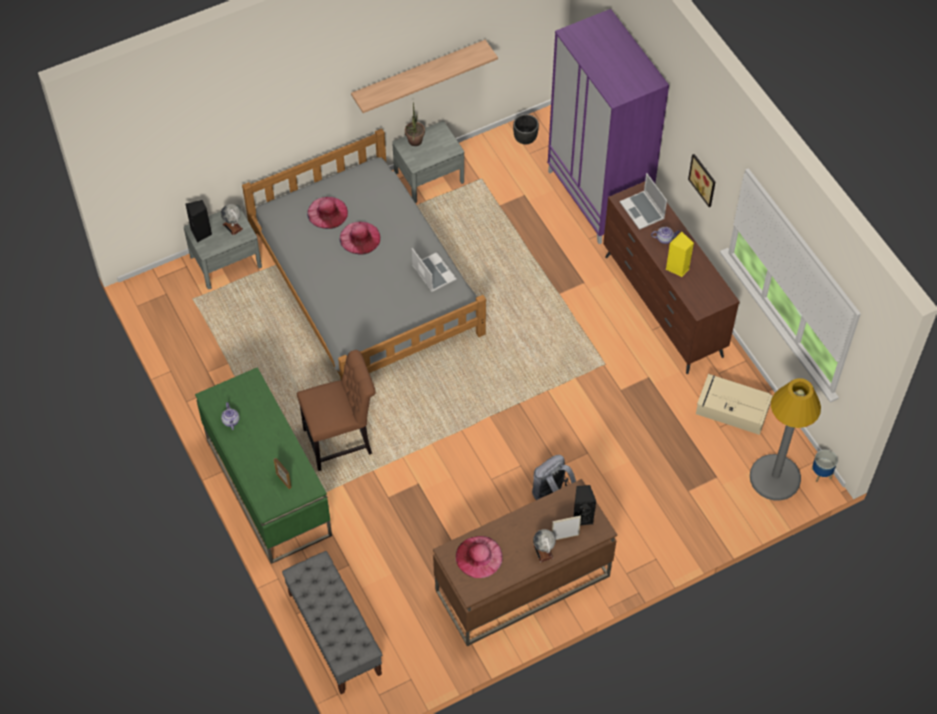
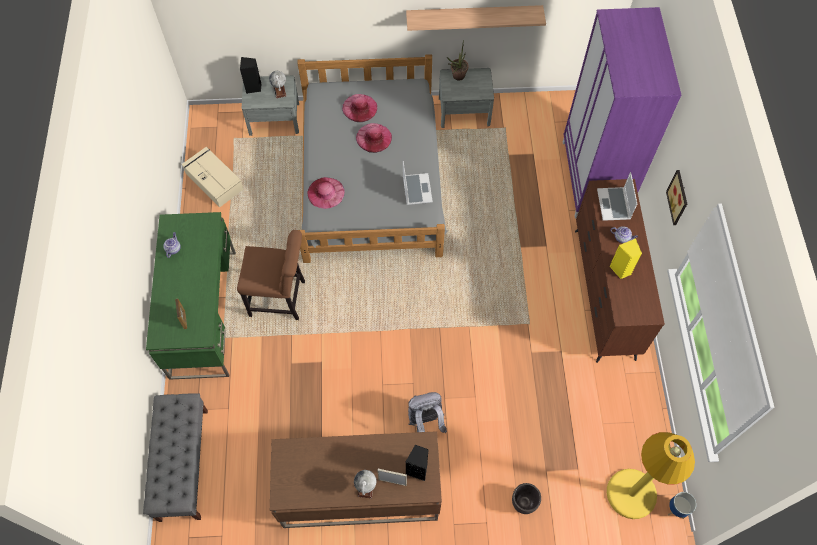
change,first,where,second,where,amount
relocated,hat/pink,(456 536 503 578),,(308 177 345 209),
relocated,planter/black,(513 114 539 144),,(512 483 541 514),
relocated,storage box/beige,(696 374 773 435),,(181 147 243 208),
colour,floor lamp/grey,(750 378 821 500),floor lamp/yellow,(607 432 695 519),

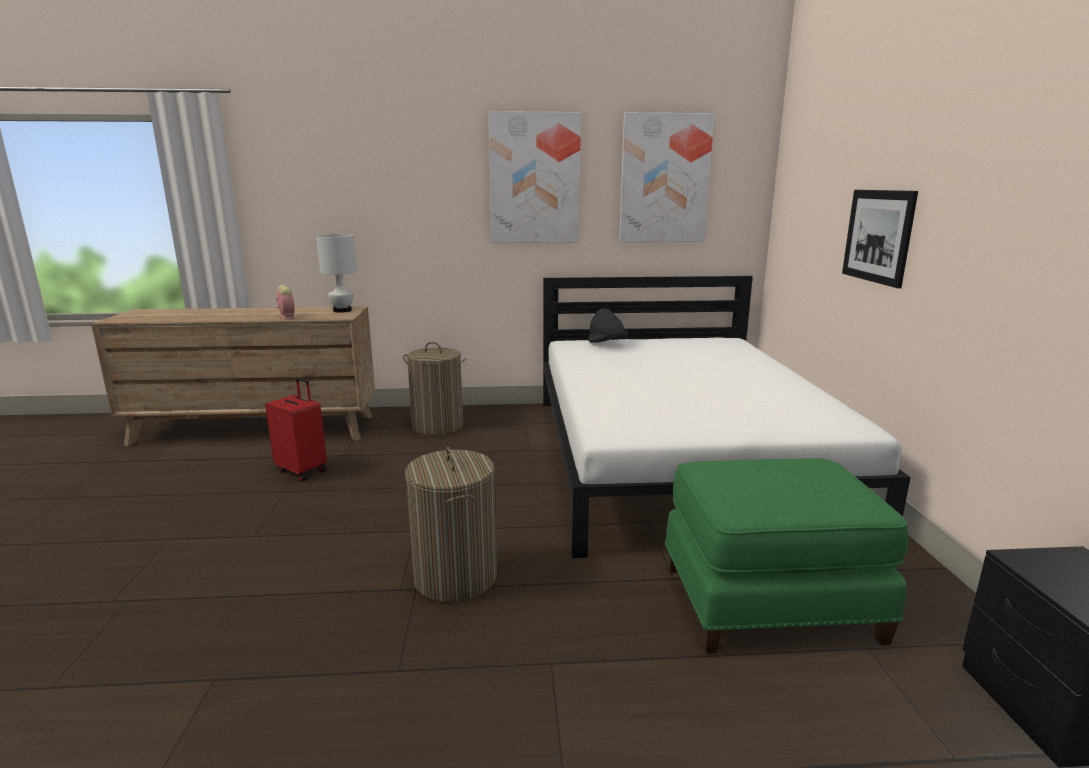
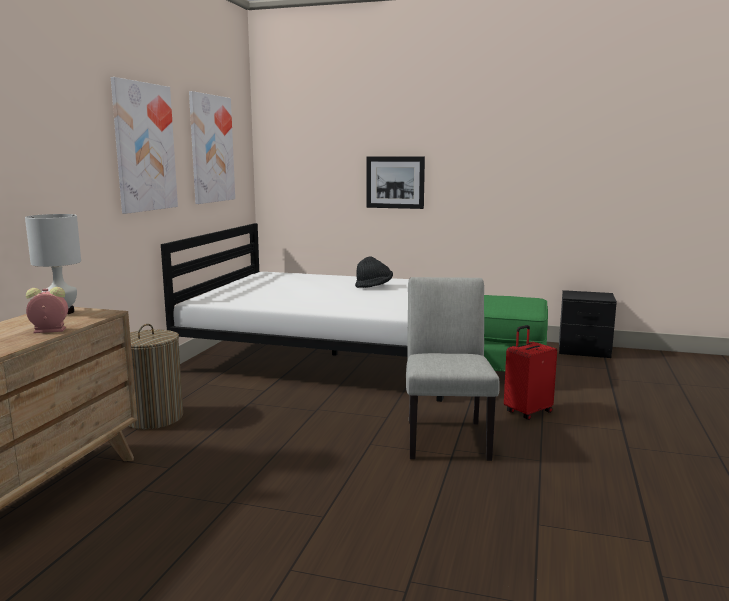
change,first,where,second,where,amount
relocated,suitcase/red,(265 377 327 481),,(504 325 557 420),
exchanged,laundry basket,(405 447 497 602),chair/grey,(406 277 500 461),
relocated,hat/black,(588 308 628 343),,(355 257 393 288),

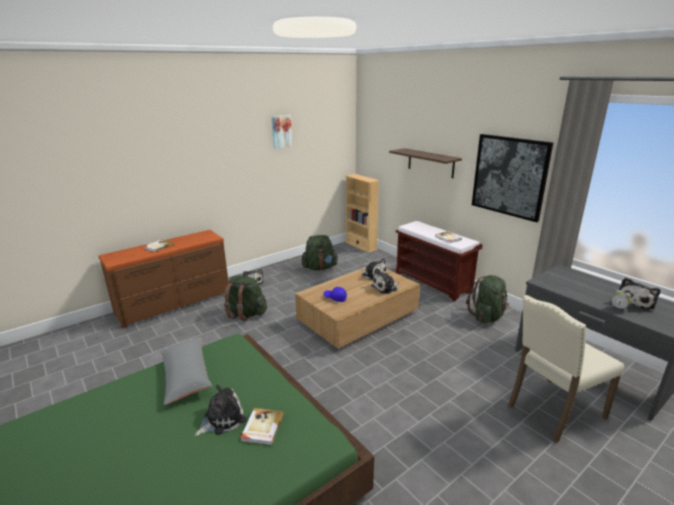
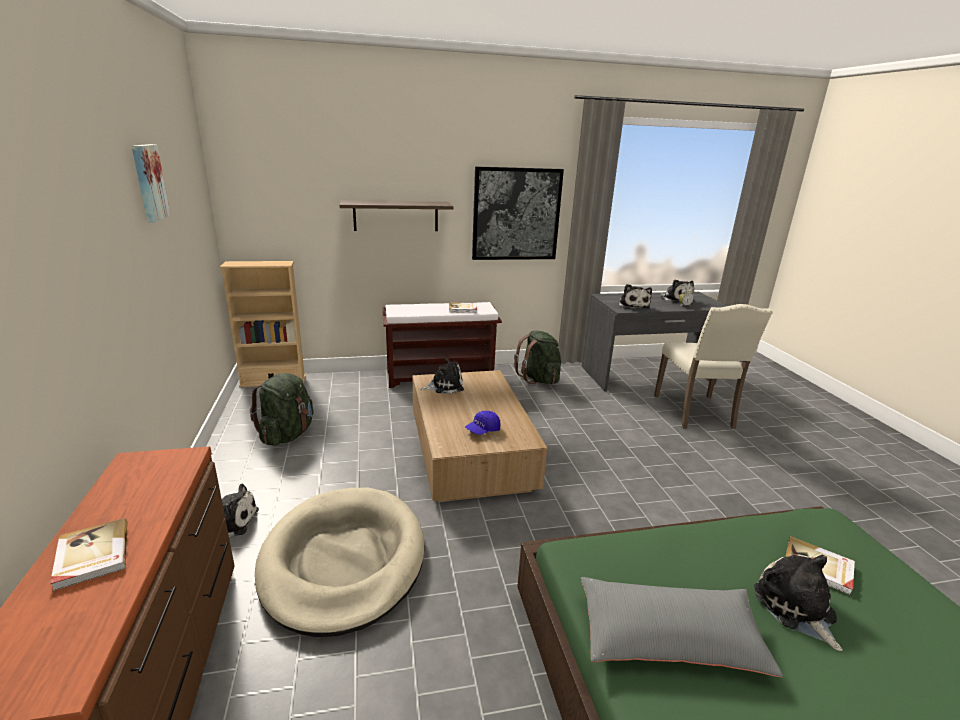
change,first,where,second,where,amount
exchanged,backpack/green,(224 276 267 321),dog bed/beige,(255 488 424 637),
relocated,plush toy,(371 268 399 294),,(618 284 652 309),

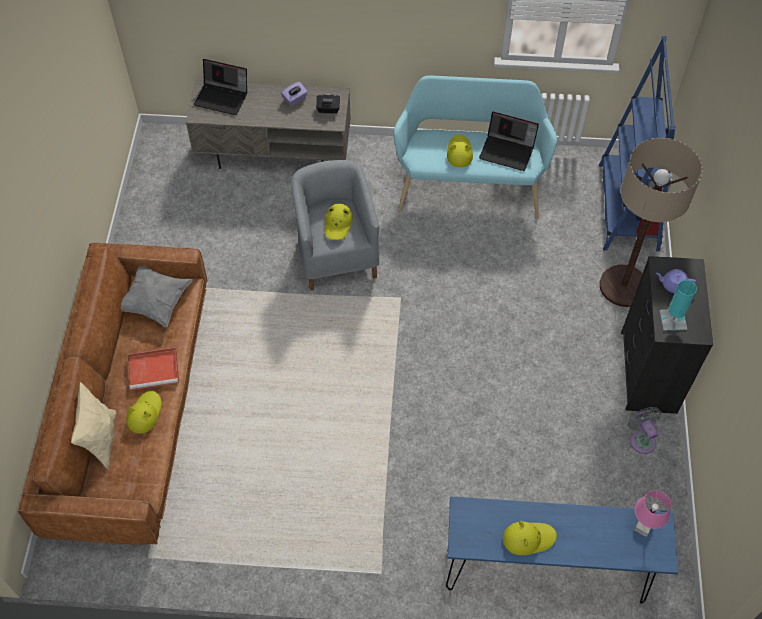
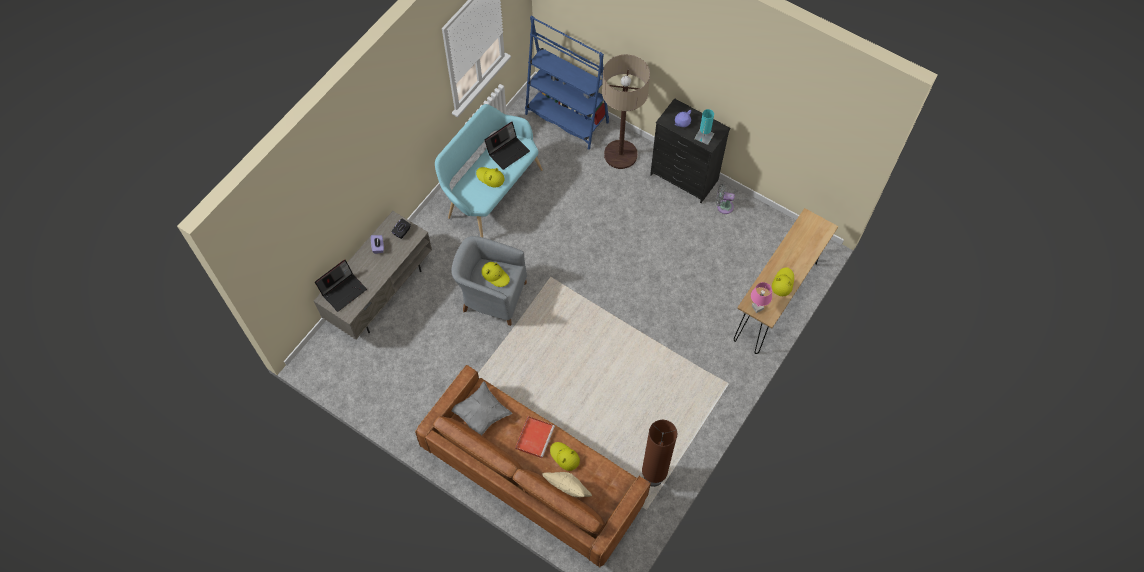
change,first,where,second,where,amount
colour,console table/blue,(446 496 678 604),console table/brown,(734 208 838 354),
relocated,table lamp/pink,(634 490 671 537),,(751 282 772 313),
appeared,,,floor lamp/brown,(642 420 677 487),

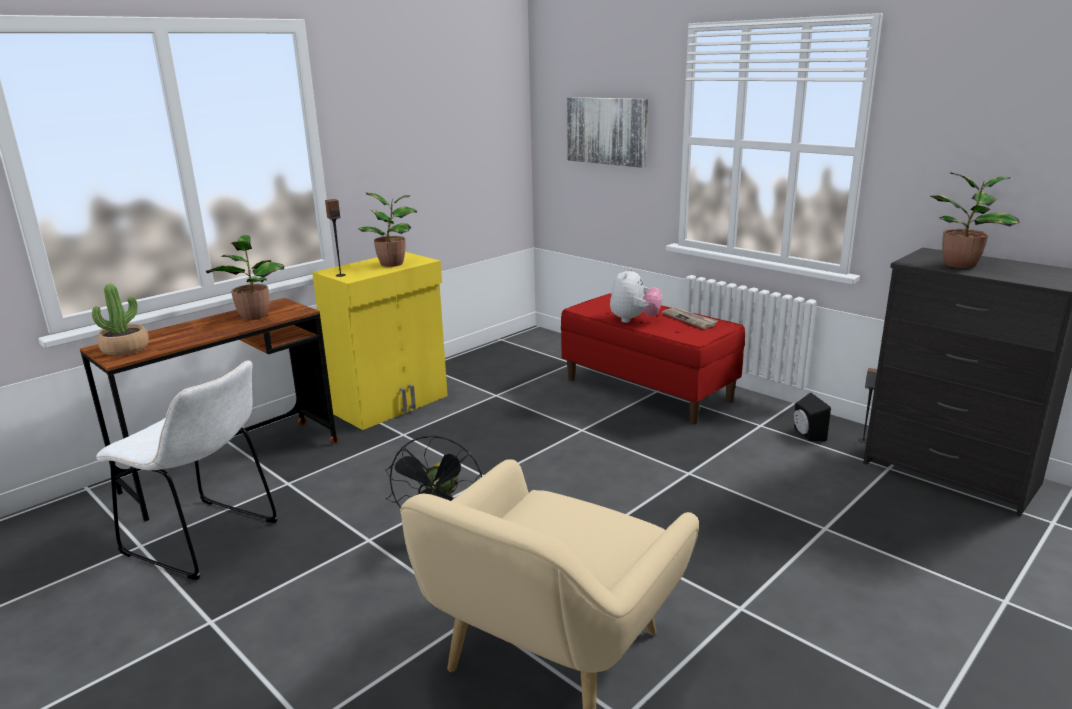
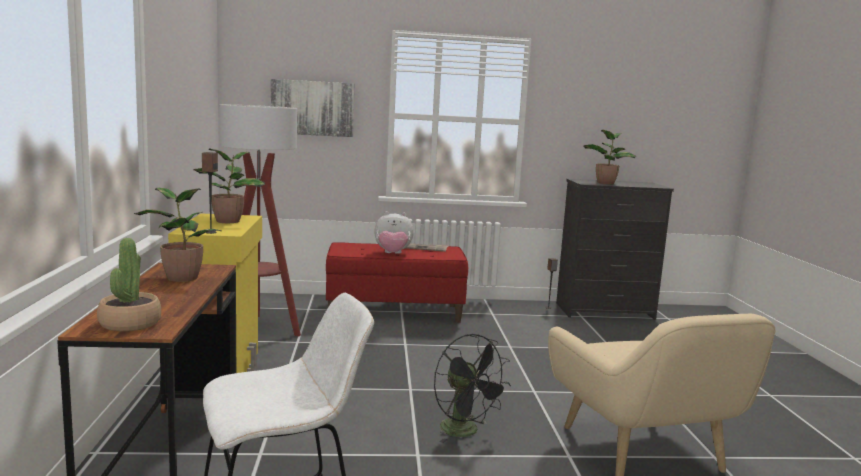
change,first,where,second,where,amount
spun,plush toy,(610 267 662 323),,(374 212 414 254),120 degrees clockwise
missing,speaker/black,(794 392 831 441),,,
appeared,,,floor lamp,(219 104 301 336),

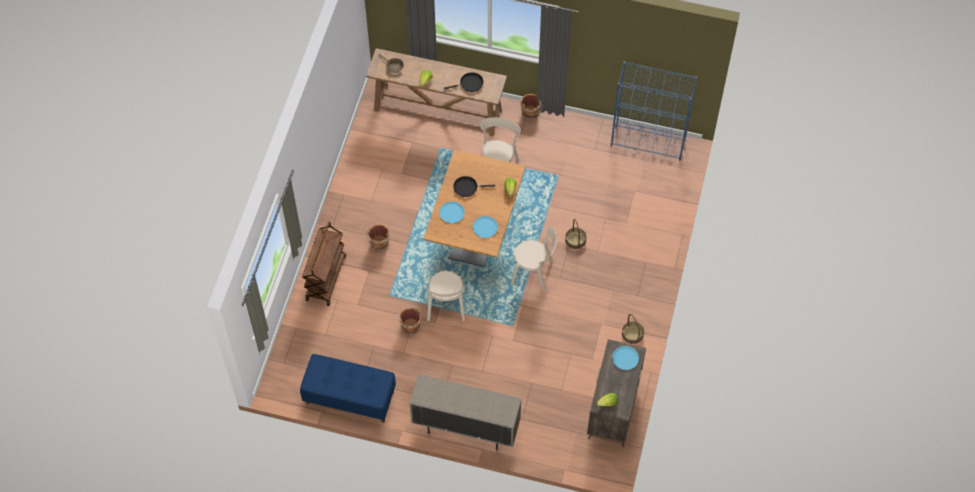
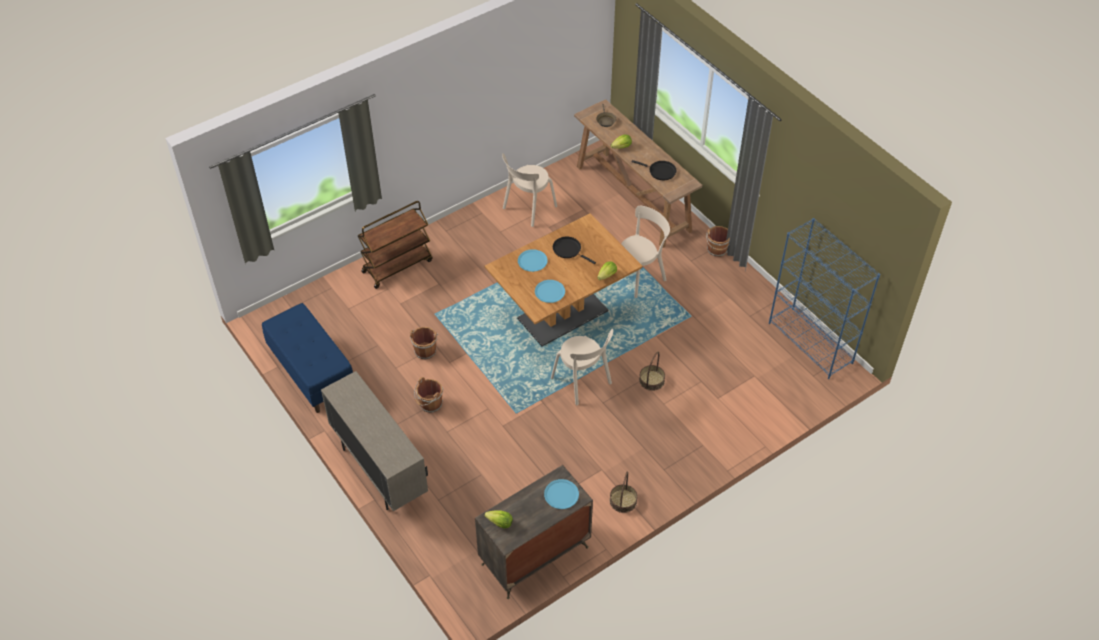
change,first,where,second,where,amount
relocated,bucket/brown,(367 224 390 251),,(414 377 444 413),
relocated,chair/beige,(423 271 467 321),,(502 153 557 227),

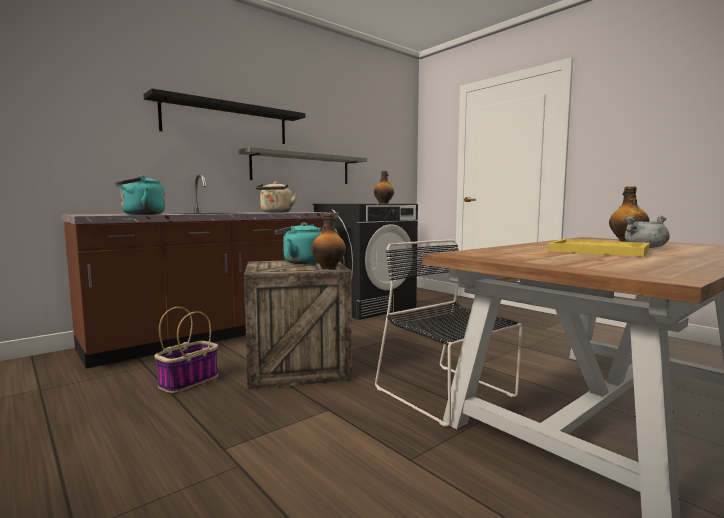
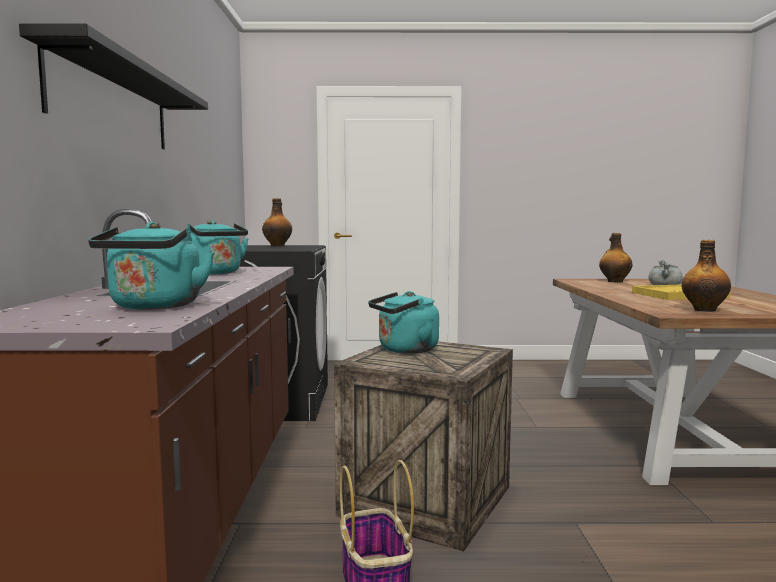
change,first,where,second,where,amount
missing,shelf/grey,(239 147 367 184),,,
colour,kettle/beige,(256 182 298 213),kettle/turquoise,(187 220 249 275),
relocated,bottle,(311 213 346 269),,(681 240 731 312),
missing,chair/black,(375 239 523 427),,,

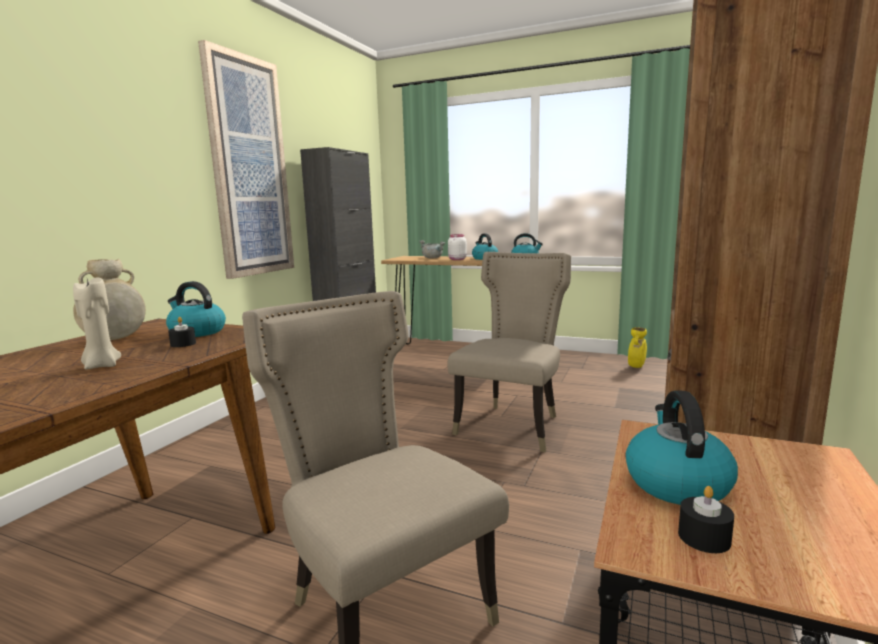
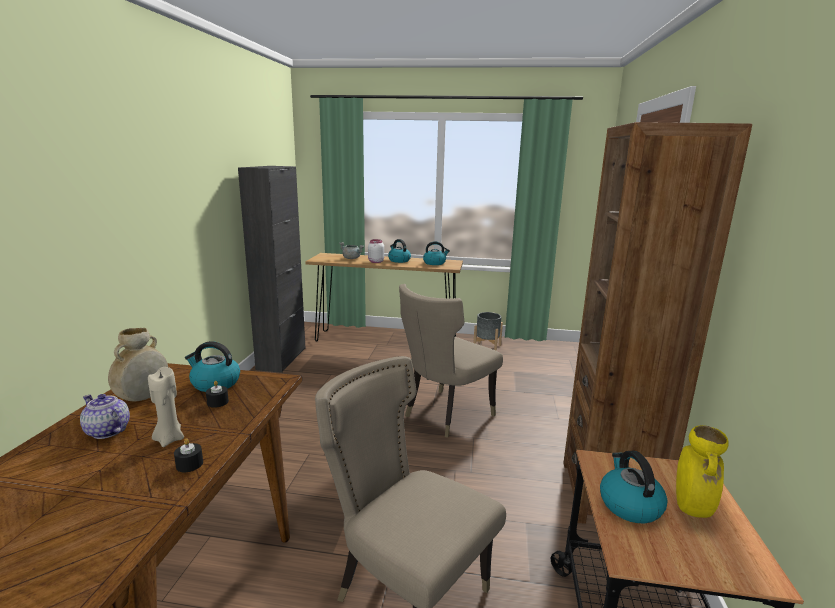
change,first,where,second,where,amount
missing,picture,(198 40 294 279),,,
spun,chair/beige,(448 252 571 452),,(399 284 503 438),150 degrees counterclockwise
relocated,vase/yellow,(628 327 647 368),,(676 425 728 518),
relocated,candle/black,(678 486 734 553),,(174 438 203 472),
appeared,,,teapot,(80 394 130 439),
appeared,,,planter/grey,(474 312 503 351),

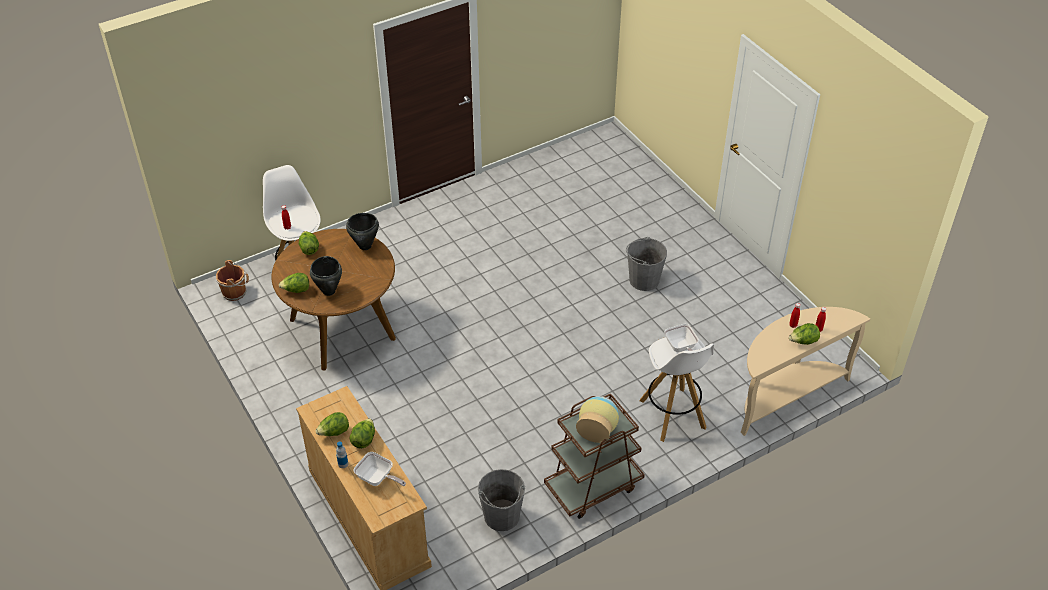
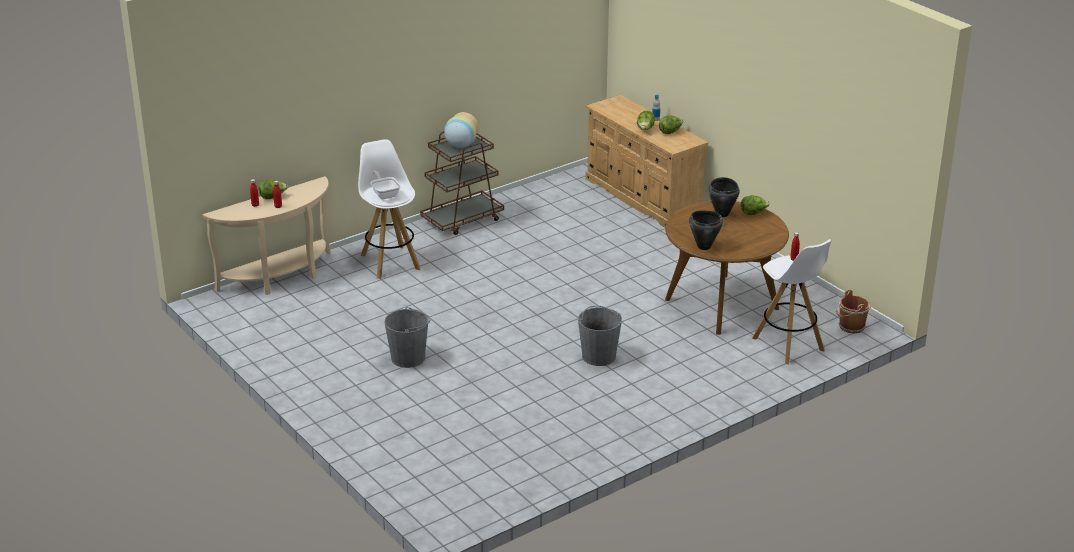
change,first,where,second,where,amount
missing,lettuce,(299 231 319 255),,,
missing,frying pan,(354 452 406 486),,,
relocated,bucket/grey,(478 469 525 531),,(578 305 622 366),

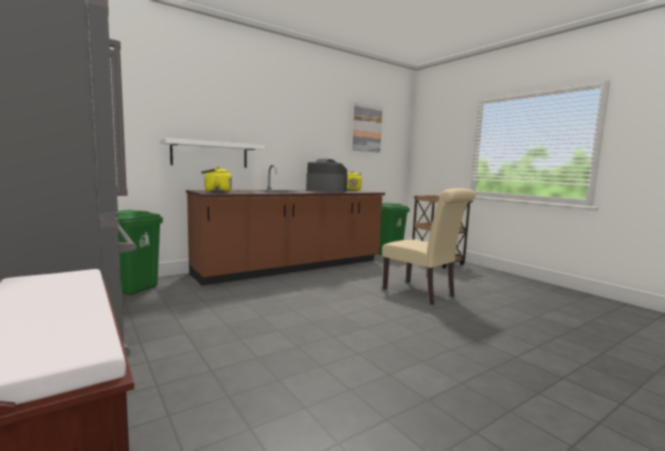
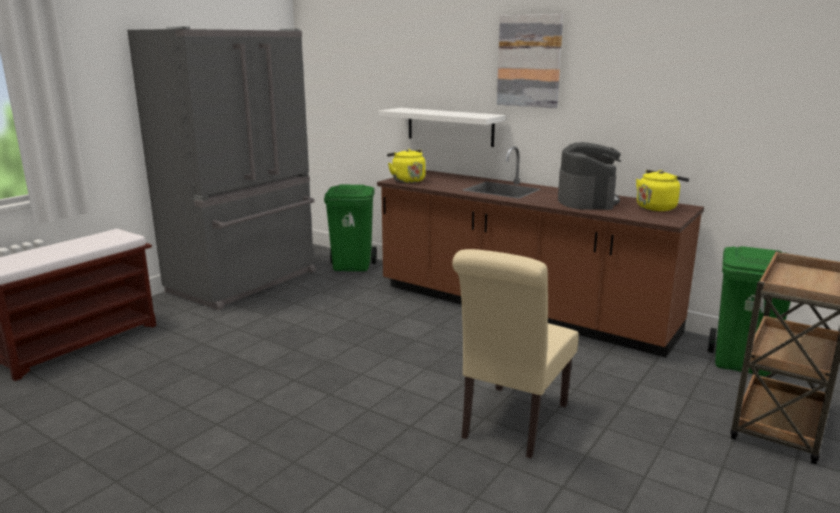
change,first,where,second,where,amount
relocated,picture,(353 102 383 152),,(497 14 563 108),

